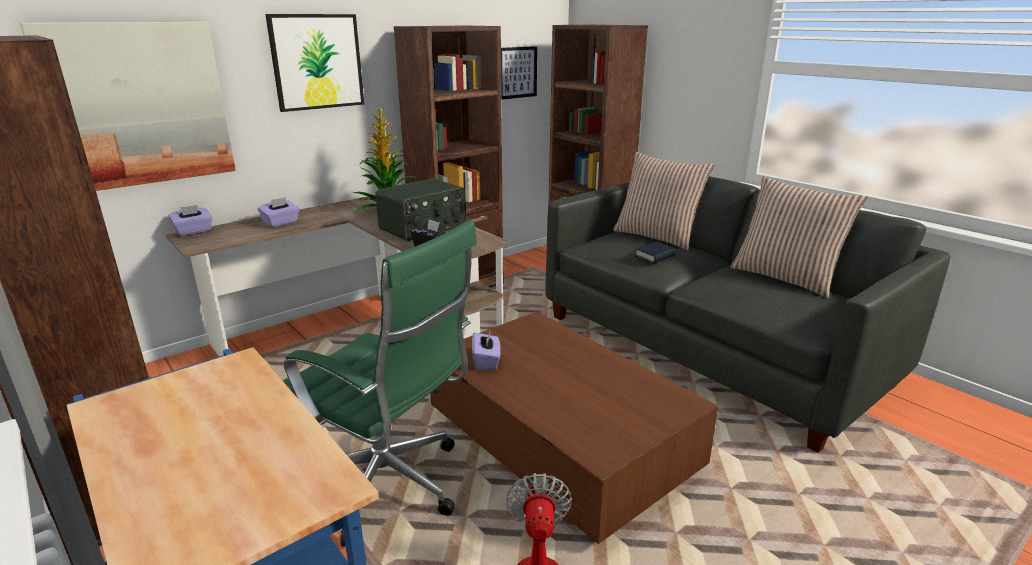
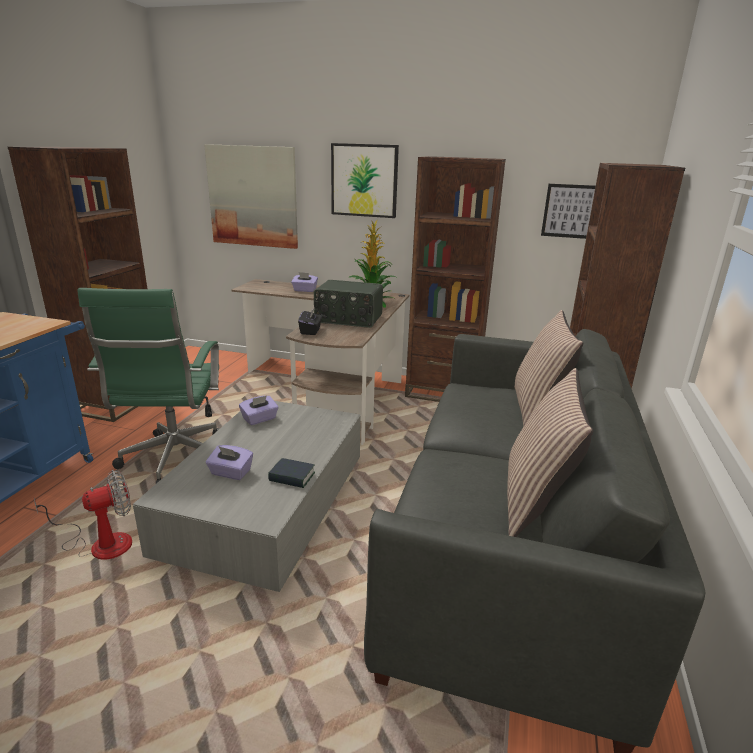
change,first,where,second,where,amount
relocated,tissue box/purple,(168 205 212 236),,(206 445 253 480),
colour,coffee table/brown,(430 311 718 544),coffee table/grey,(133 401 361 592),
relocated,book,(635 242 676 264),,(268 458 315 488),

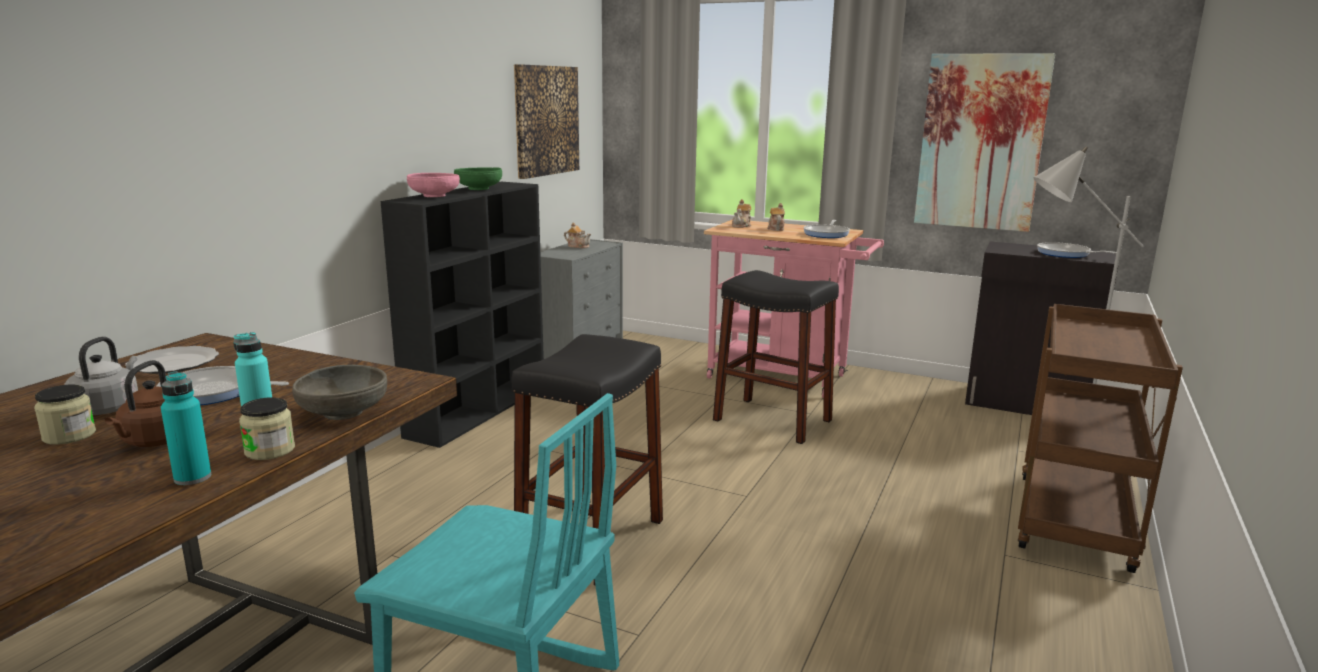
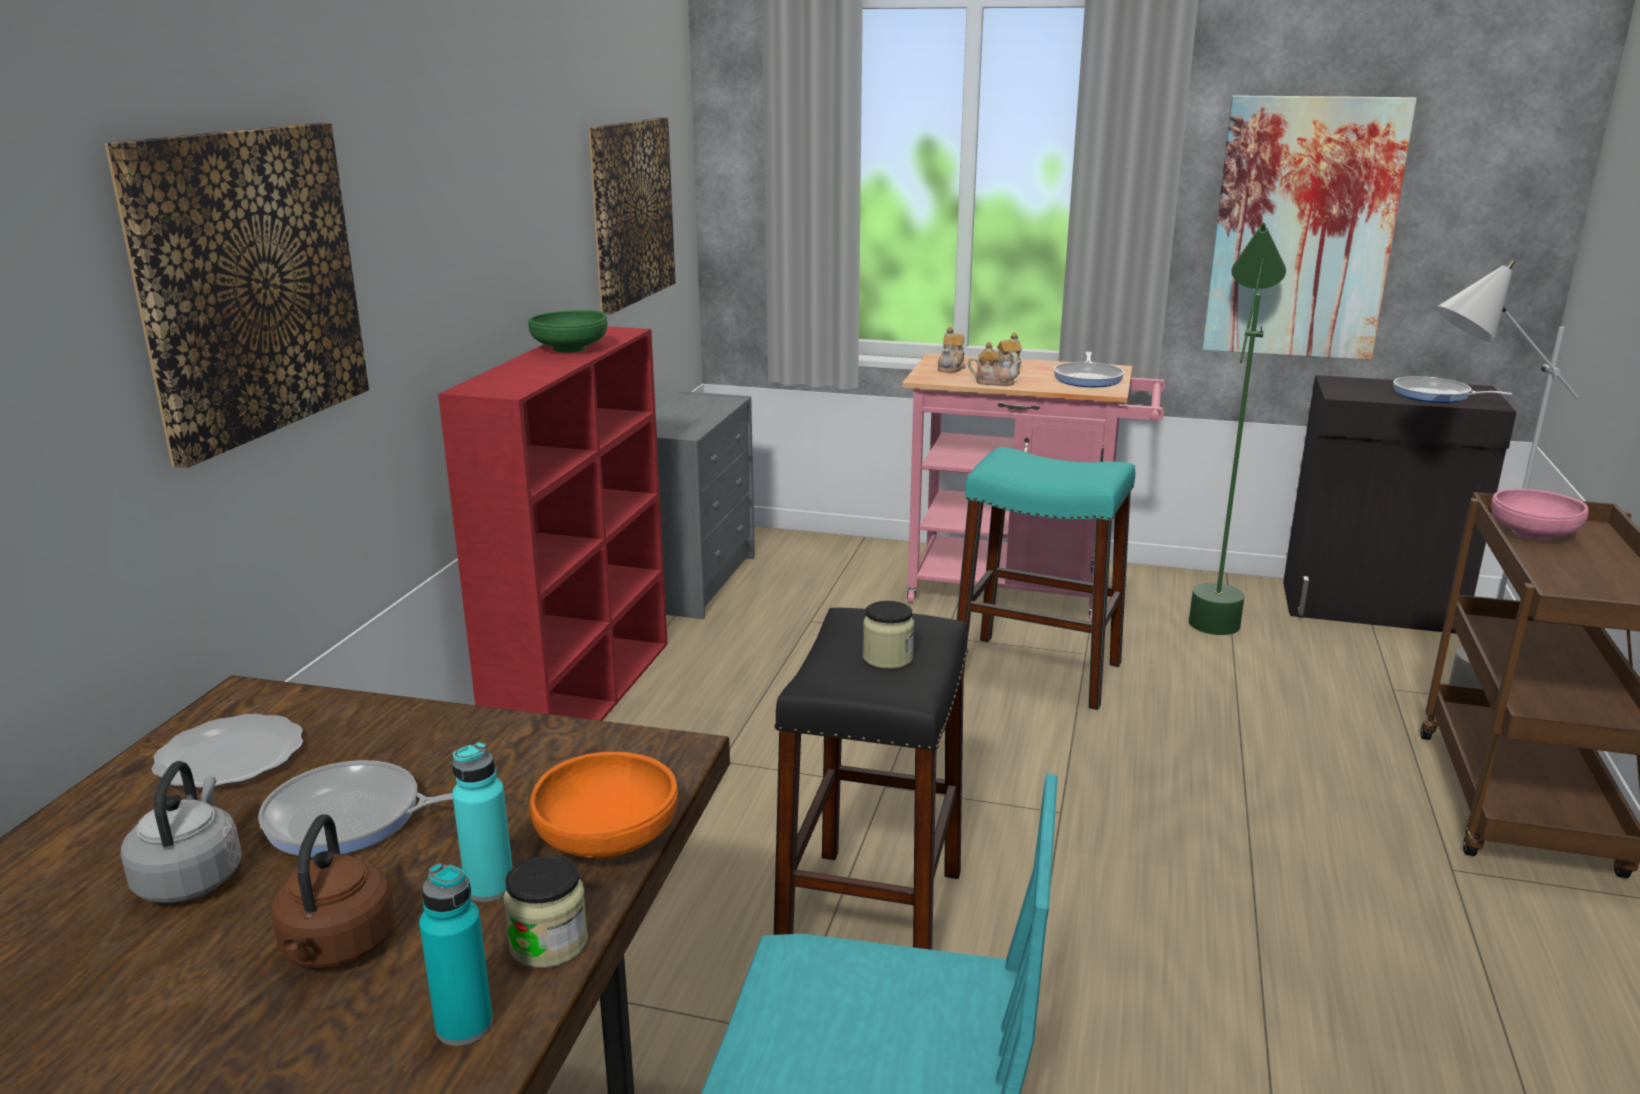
change,first,where,second,where,amount
relocated,jar,(34 385 96 445),,(863 601 914 669),
colour,bowl/grey,(292 365 387 420),bowl/orange,(530 752 678 858),
colour,bookcase/black,(381 182 544 448),bookcase/red,(438 326 668 721),
relocated,bowl/pink,(407 173 460 197),,(1491 489 1588 541),
relocated,teapot,(564 222 591 248),,(968 342 1022 386),
colour,stool/black,(713 270 839 444),stool/turquoise,(957 447 1135 710),
appeared,,,picture,(105 123 369 468),
appeared,,,floor lamp/green,(1189 223 1286 635),

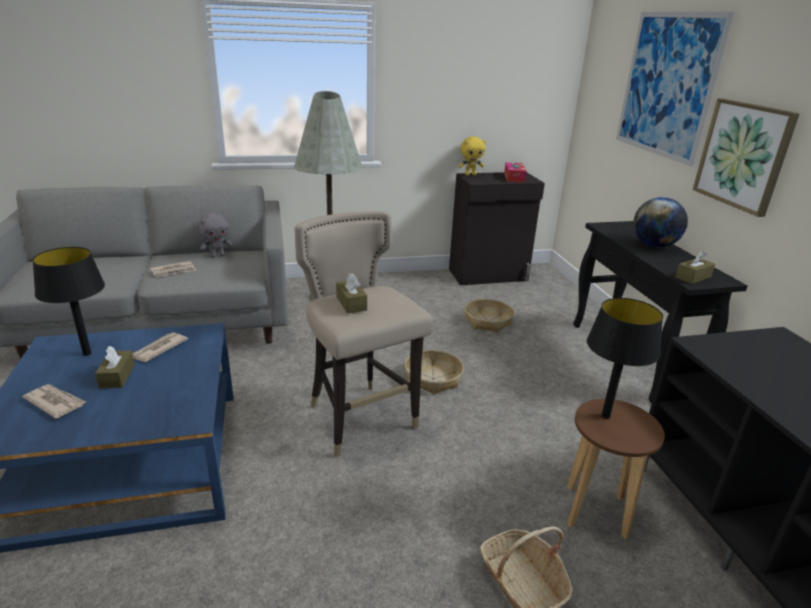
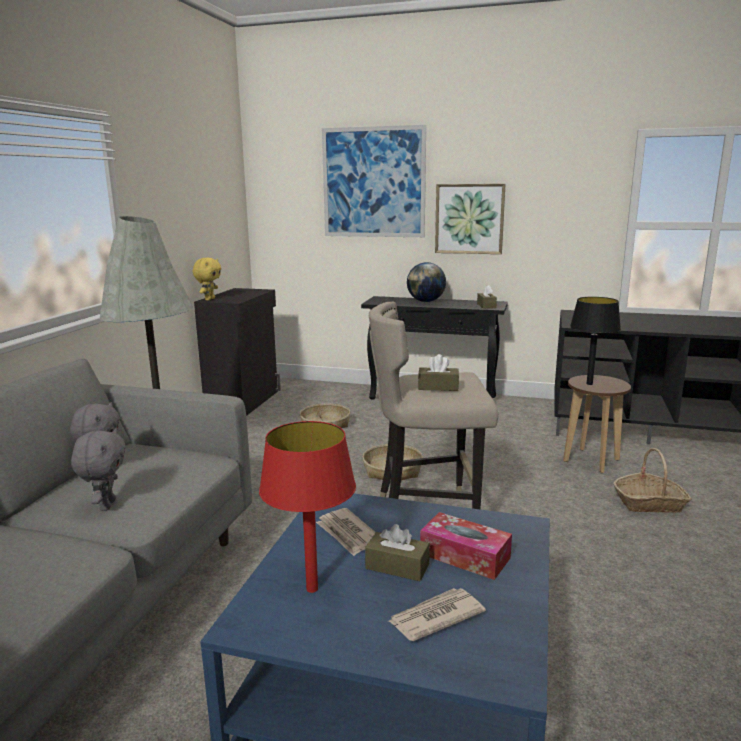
change,first,where,second,where,amount
colour,table lamp/black,(32 247 105 356),table lamp/red,(259 421 356 593),
exchanged,newspaper,(150 261 196 277),plush toy/grey,(71 428 126 511),
relocated,tissue box,(504 162 526 182),,(420 512 512 580),

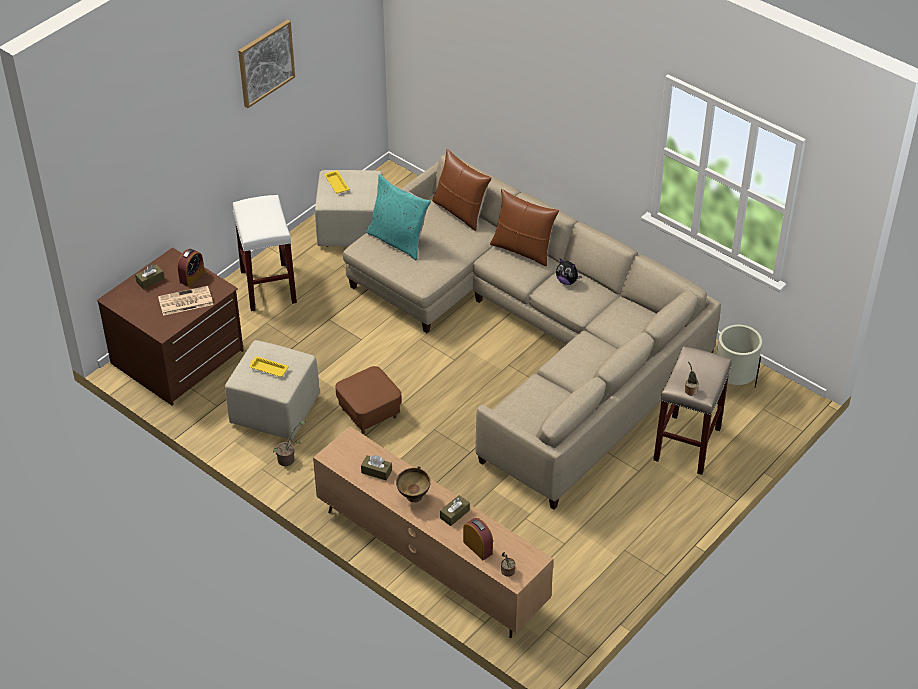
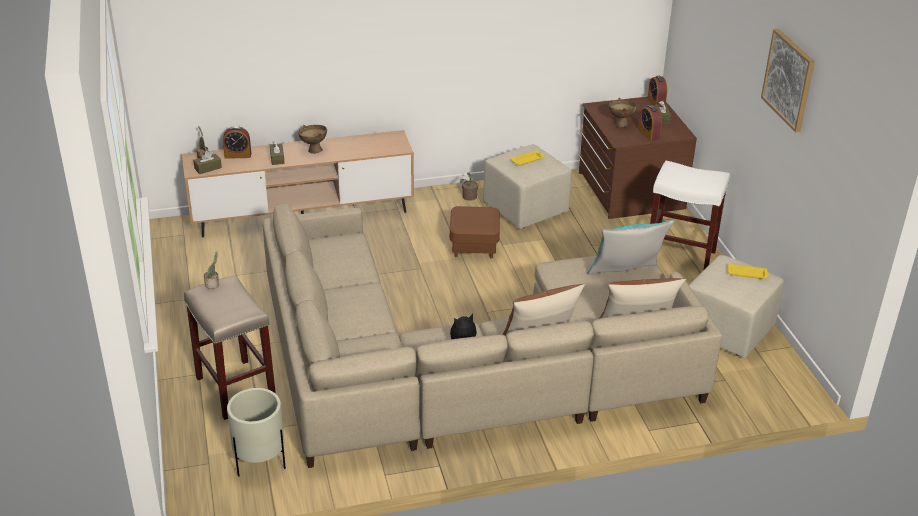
change,first,where,second,where,amount
exchanged,newspaper,(158 286 213 316),bowl/brown,(609 98 637 127),
relocated,tissue box/brown,(361 455 392 481),,(193 151 222 174),
appeared,,,alarm clock,(648 76 667 106),

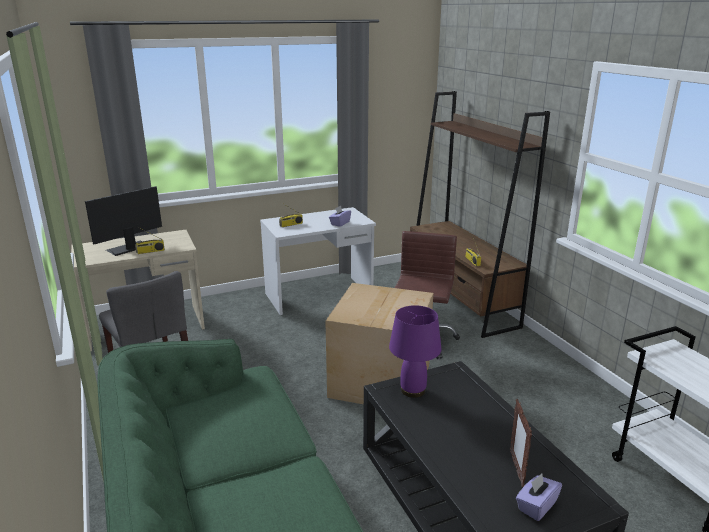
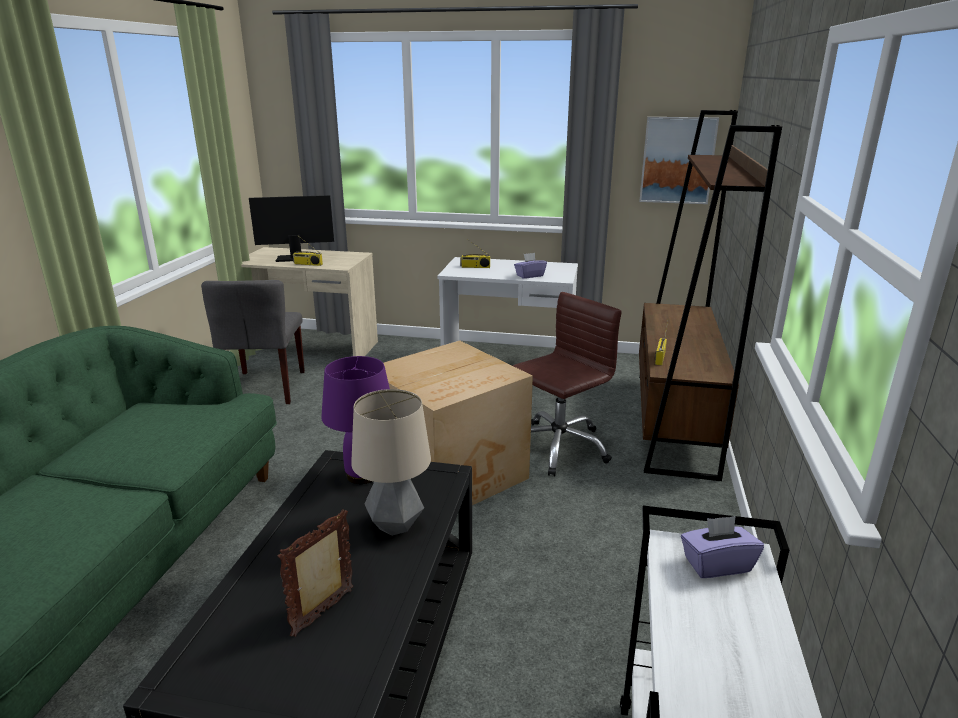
change,first,where,second,where,amount
relocated,tissue box/purple,(516 473 562 521),,(681 516 764 578),
appeared,,,table lamp,(351 389 431 536),
appeared,,,picture,(639 117 719 204),

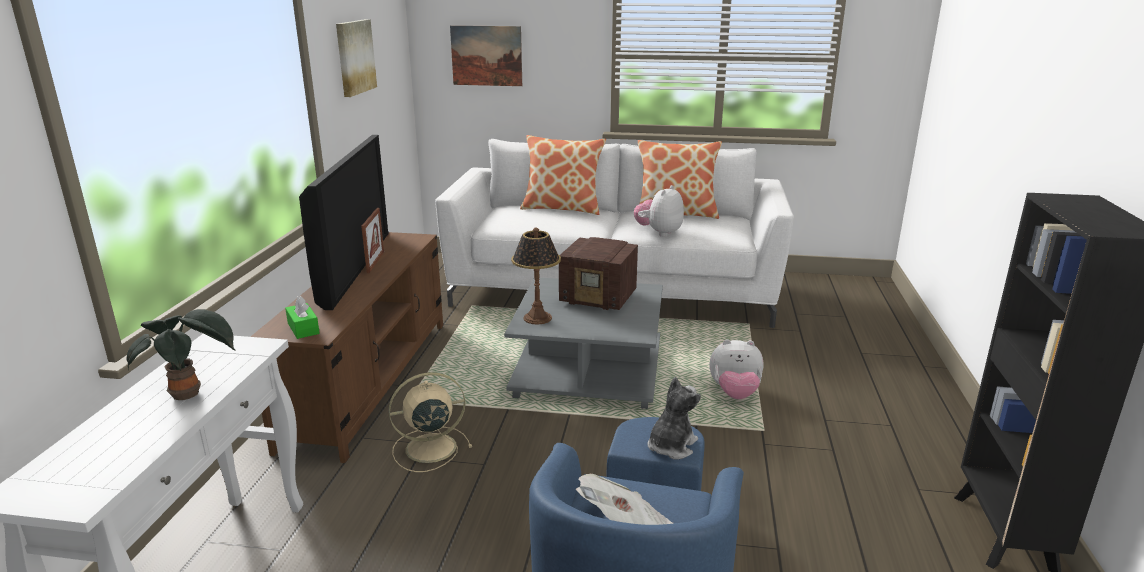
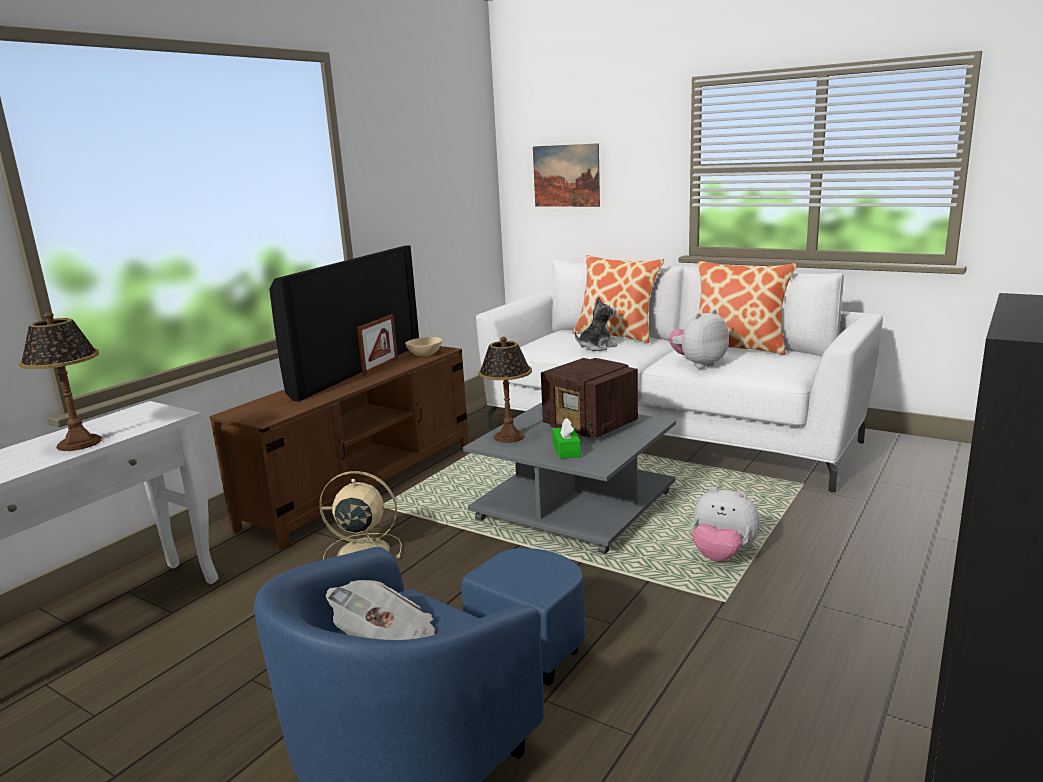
change,first,where,second,where,amount
exchanged,potted plant,(126 309 236 400),table lamp,(19 312 102 451),
relocated,tissue box/green,(285 296 320 339),,(552 418 581 459),
missing,picture,(336 19 377 97),,,
relocated,plush toy,(647 377 701 459),,(574 297 617 351),
appeared,,,bowl/beige,(405 337 442 356),

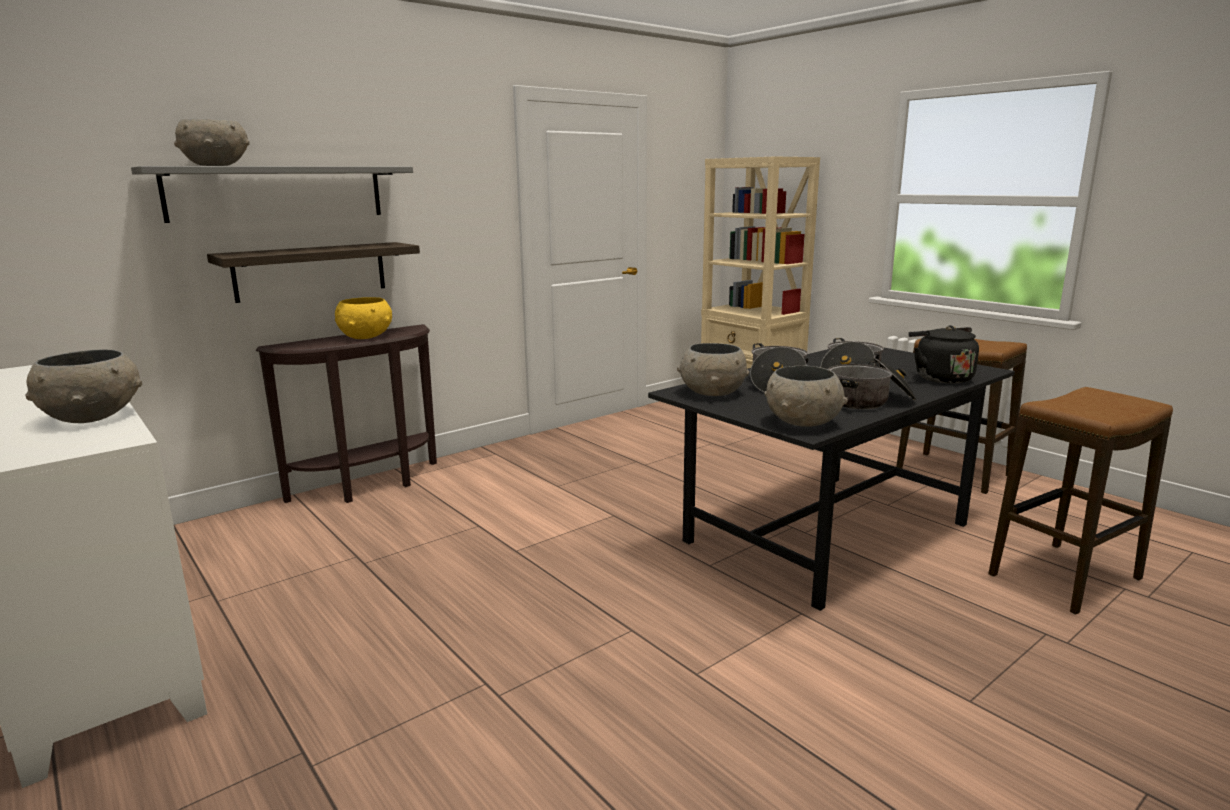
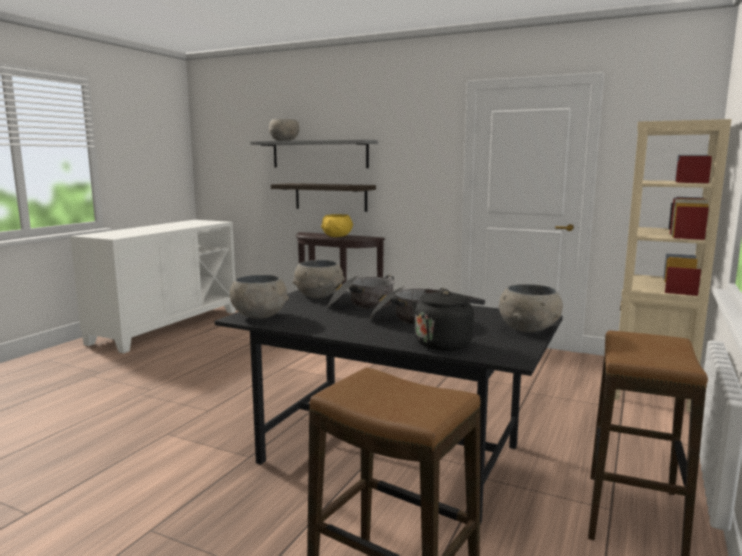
change,first,where,second,where,amount
relocated,bowl/grey,(25 349 142 423),,(499 284 563 332),
missing,cooking pot,(829 358 917 409),,,

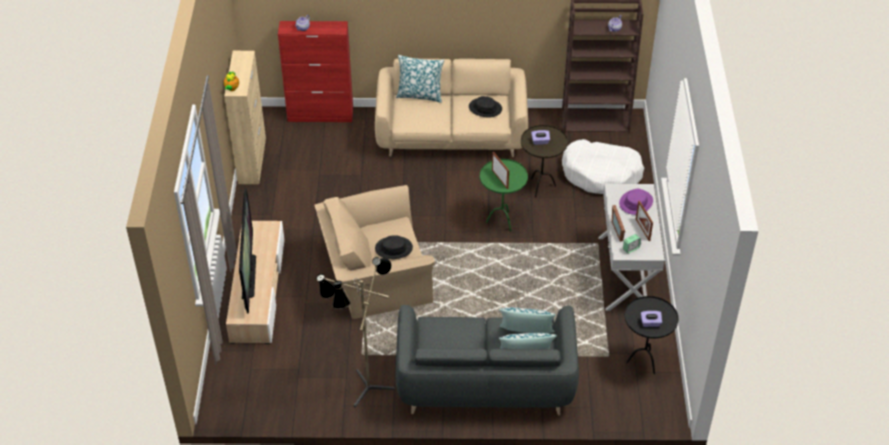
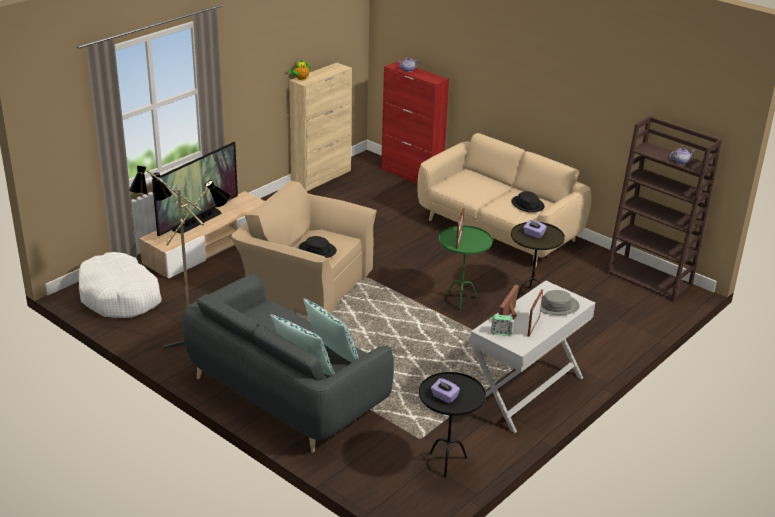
change,first,where,second,where,amount
missing,pillow,(396 55 444 103),,,
relocated,dog bed/white,(562 139 644 194),,(79 252 162 318),
colour,hat/purple,(619 189 653 215),hat/grey,(534 290 580 315),

